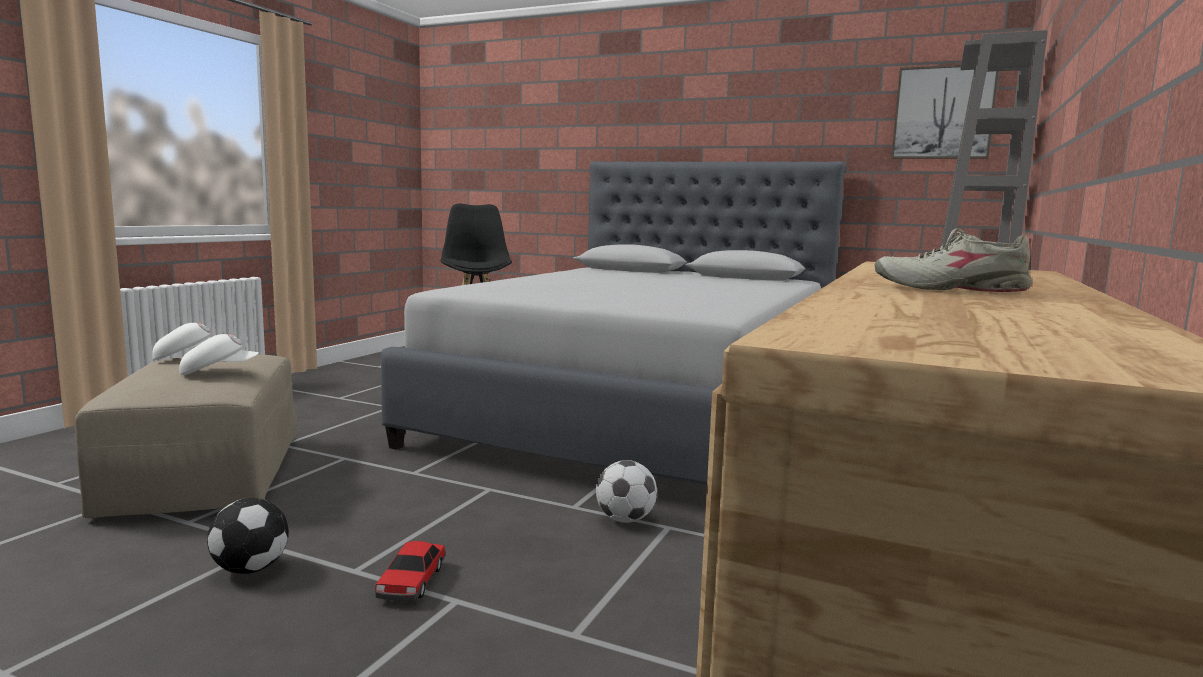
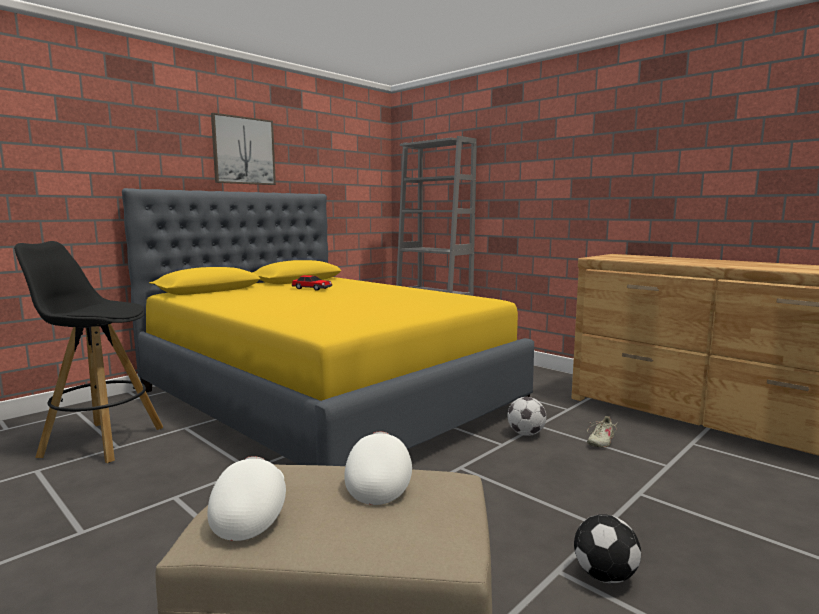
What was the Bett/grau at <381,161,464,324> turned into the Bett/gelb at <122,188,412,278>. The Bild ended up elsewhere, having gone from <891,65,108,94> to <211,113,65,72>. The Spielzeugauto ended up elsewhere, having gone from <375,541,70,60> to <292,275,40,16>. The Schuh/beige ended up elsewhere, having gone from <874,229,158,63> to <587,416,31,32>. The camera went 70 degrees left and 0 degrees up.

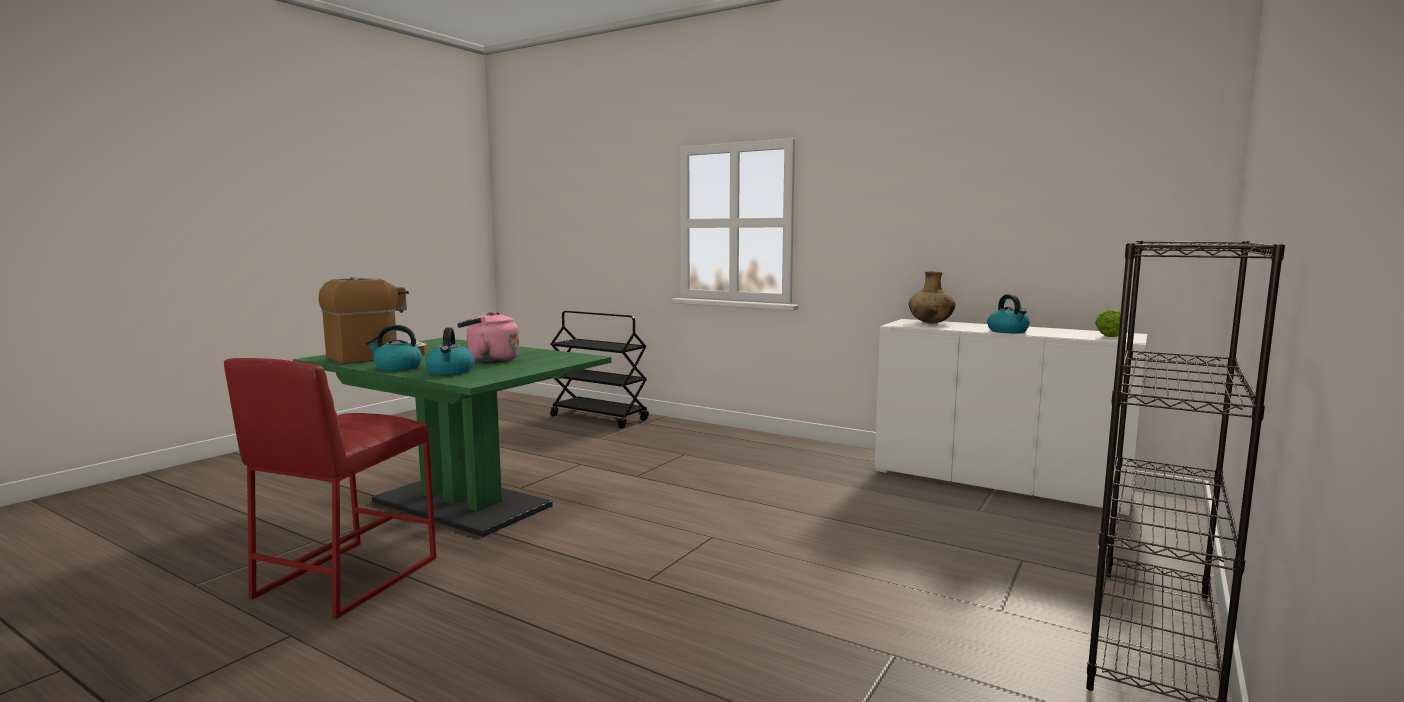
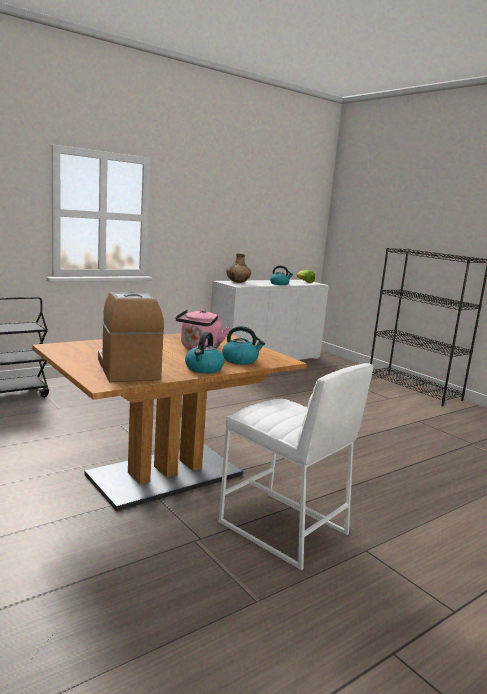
What was the Esstisch/grün at <293,338,319,199> turned into the Esstisch/braun at <32,331,275,180>. What was the Hocker/rot at <224,358,212,261> turned into the Hocker/weiß at <219,363,154,207>. The camera went 70 degrees left and 5 degrees up.

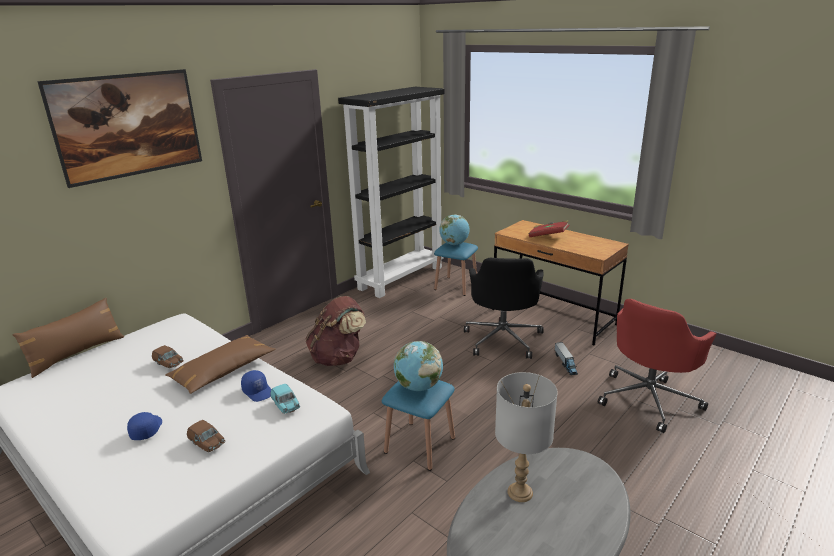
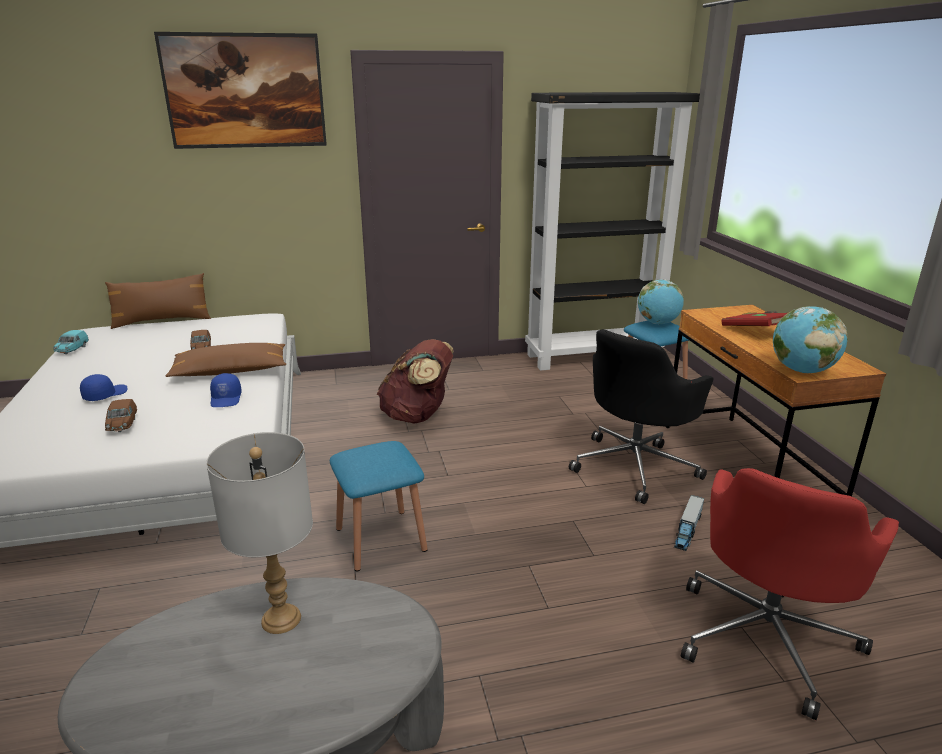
The Spielzeugauto/türkis ended up elsewhere, having gone from <270,384,30,30> to <53,330,36,24>. The Bürostuhl/rot at <598,299,118,134> ended up facing another way, 45 degrees counterclockwise from before. The Globus ended up elsewhere, having gone from <394,341,49,50> to <773,306,75,67>. The camera went 35 degrees right and 0 degrees up.

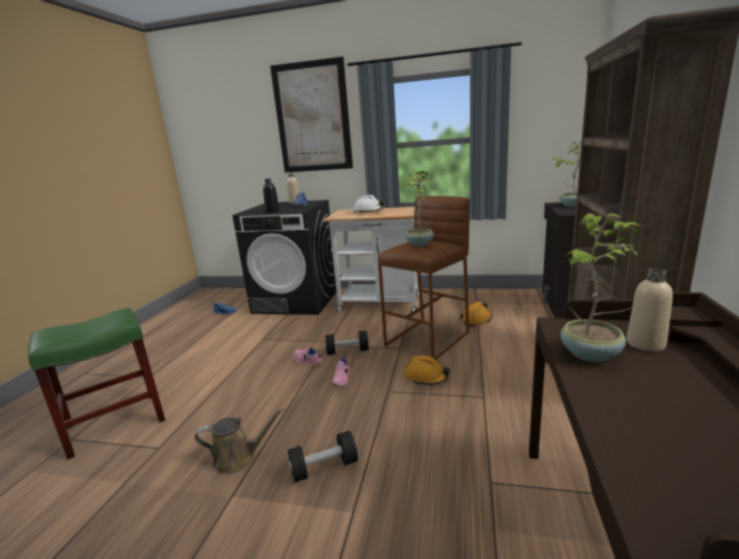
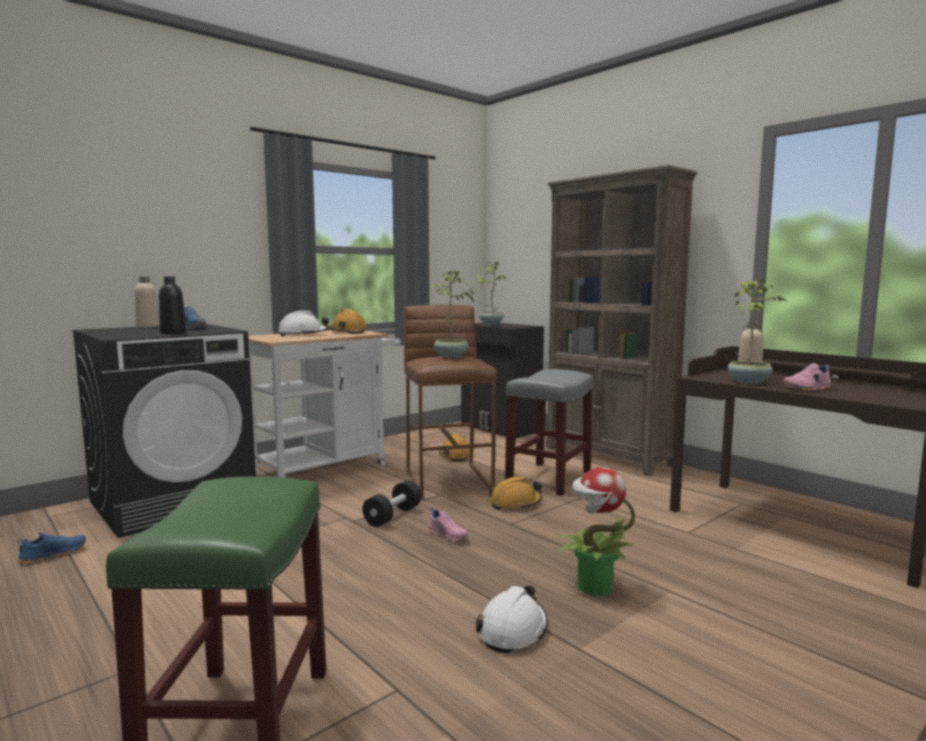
The second view gained the Schutzhelm/orange at <329,309,38,25>. Where the Gießkanne/braun stood at <195,408,89,67>, the Schutzhelm/weiß came to stand at <476,585,72,68>. The second view gained the Hocker/grau at <505,369,89,127>. Where the Hantel/schwarz stood at <288,431,70,51>, the Topfpflanze came to stand at <556,467,81,129>. The Schuh/rosa ended up elsewhere, having gone from <294,347,29,19> to <783,363,48,28>. The second view lost the Bild at <270,56,83,117>. The camera went 55 degrees left and 10 degrees down.

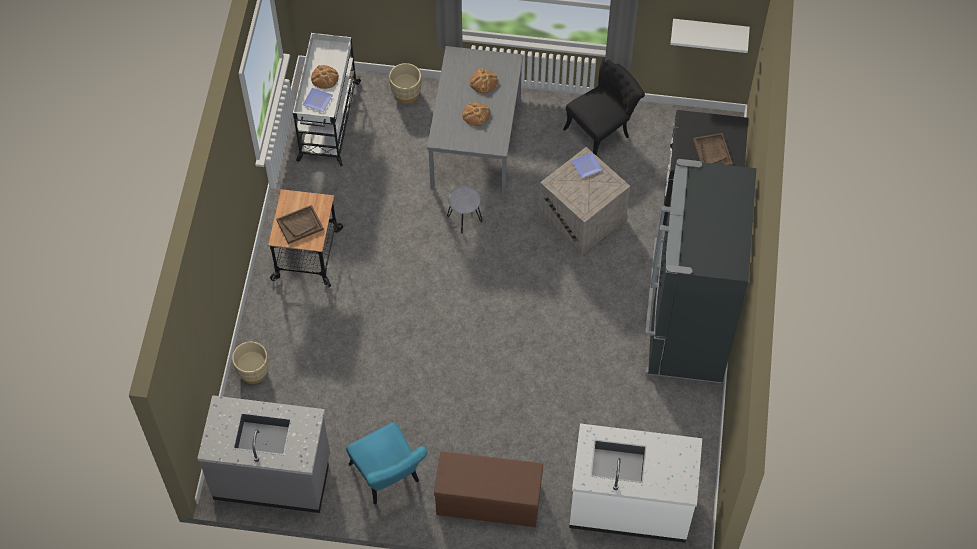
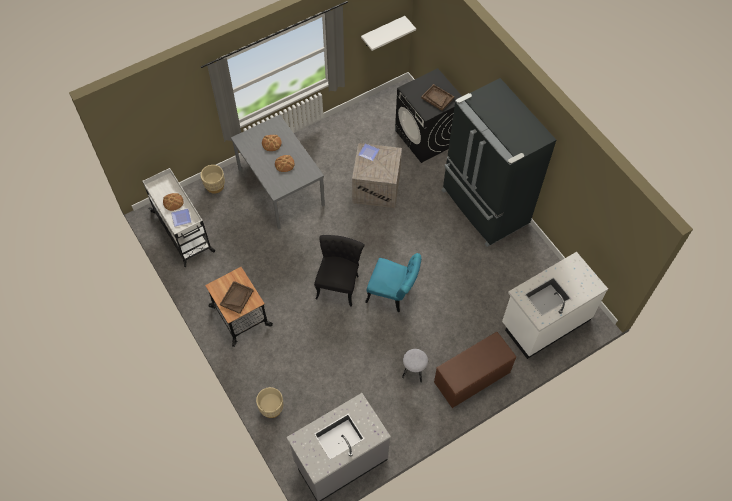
The Stuhl/schwarz ended up elsewhere, having gone from <563,57,82,99> to <314,235,50,72>. The Stuhl/türkis ended up elsewhere, having gone from <346,422,81,83> to <365,253,56,59>. The Hocker/grau ended up elsewhere, having gone from <447,186,36,48> to <402,349,26,34>. The camera went 40 degrees left and 0 degrees up.

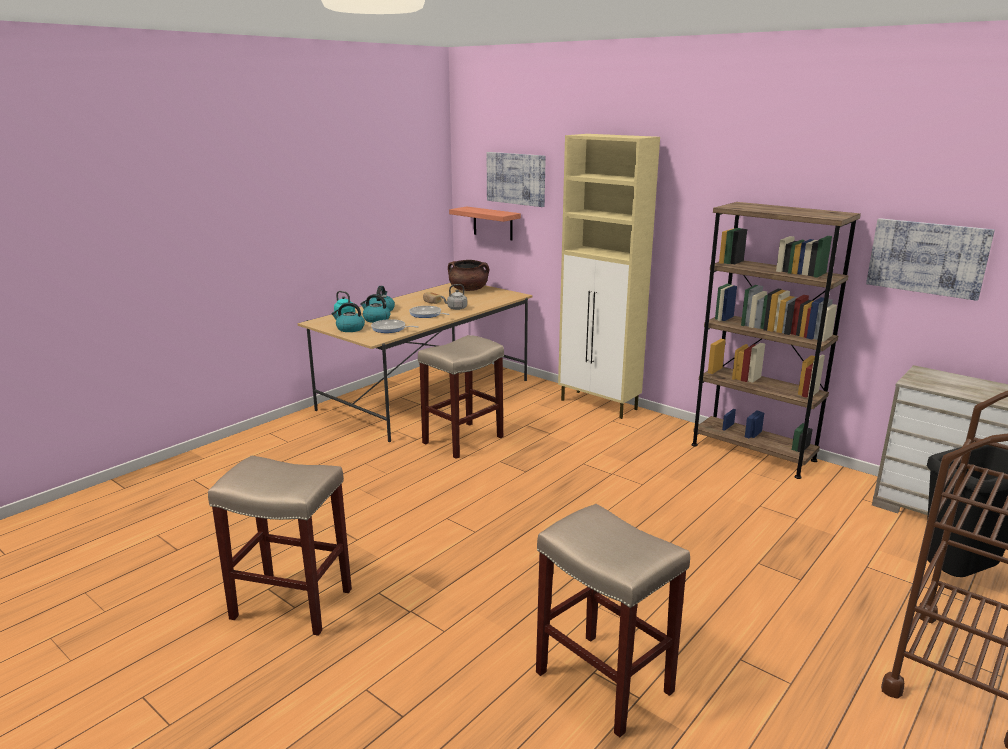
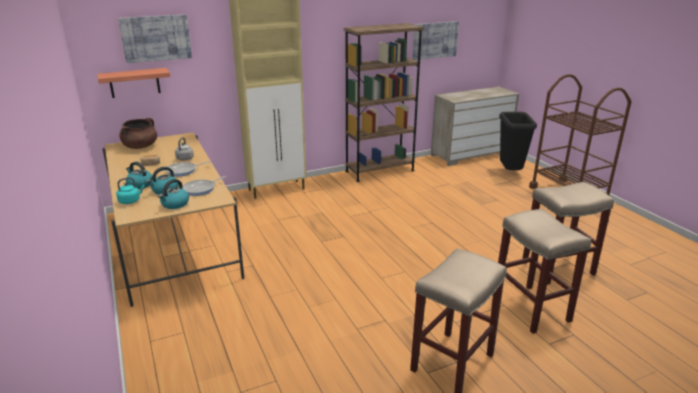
The Hocker/beige ended up elsewhere, having gone from <418,335,86,124> to <498,209,93,125>. The camera went 65 degrees left and 5 degrees up.

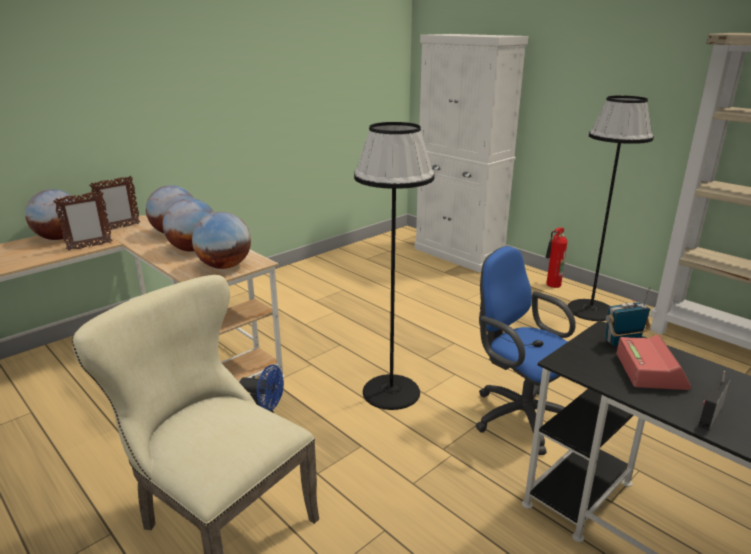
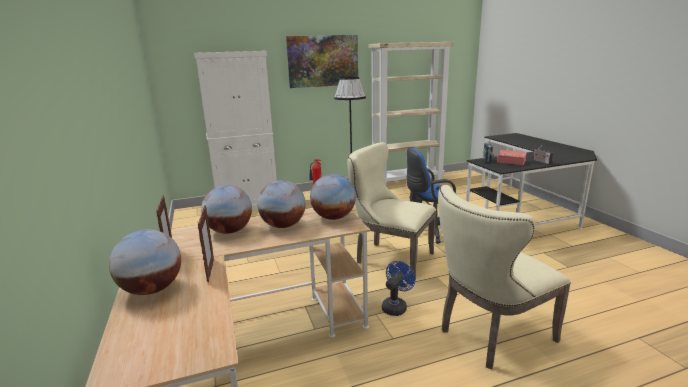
The second view gained the Bild at <286,35,72,53>. Where the Stehlampe/schwarz stood at <354,122,81,288>, the Stuhl/beige came to stand at <347,142,89,139>. The camera went 65 degrees left and 5 degrees down.

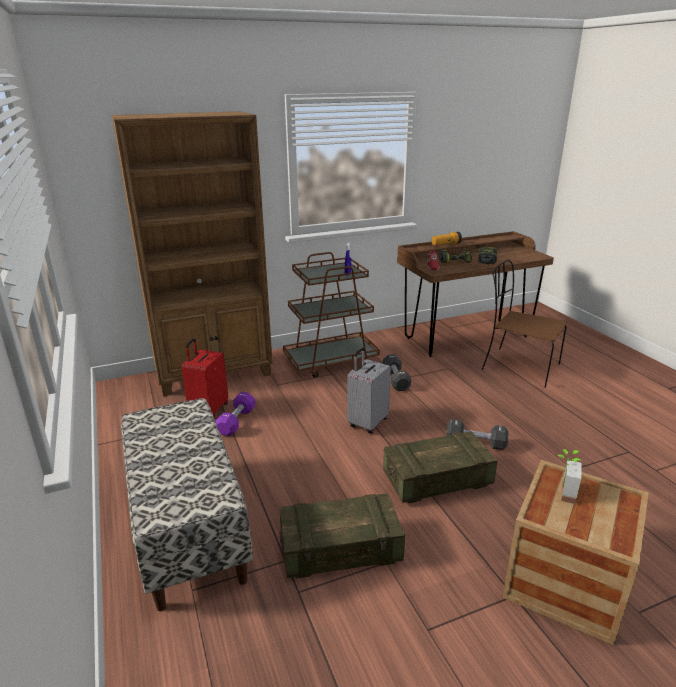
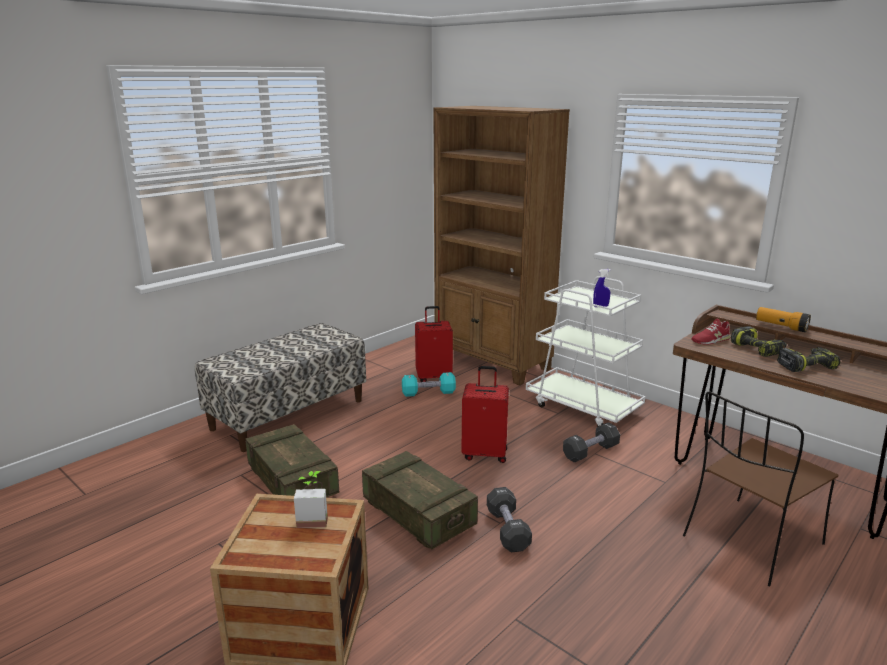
What was the Hantel/lila at <216,392,39,44> turned into the Hantel/türkis at <402,372,54,25>. What was the Koffer/grau at <347,347,44,87> turned into the Koffer/rot at <461,366,48,97>. What was the Rollwagen/braun at <283,252,97,126> turned into the Rollwagen/weiß at <526,276,120,151>. The Stuhl/braun at <482,260,85,128> ended up facing another way, 135 degrees counterclockwise from before. The camera went 65 degrees right and 5 degrees down.

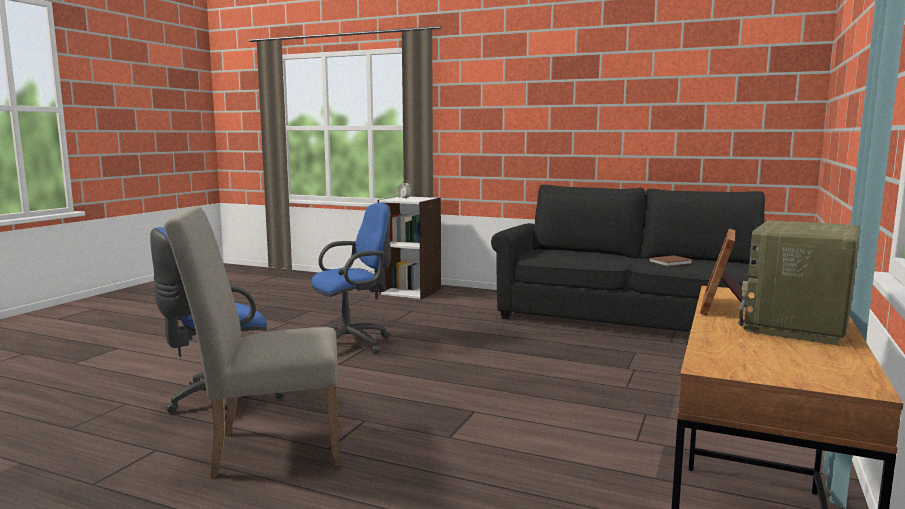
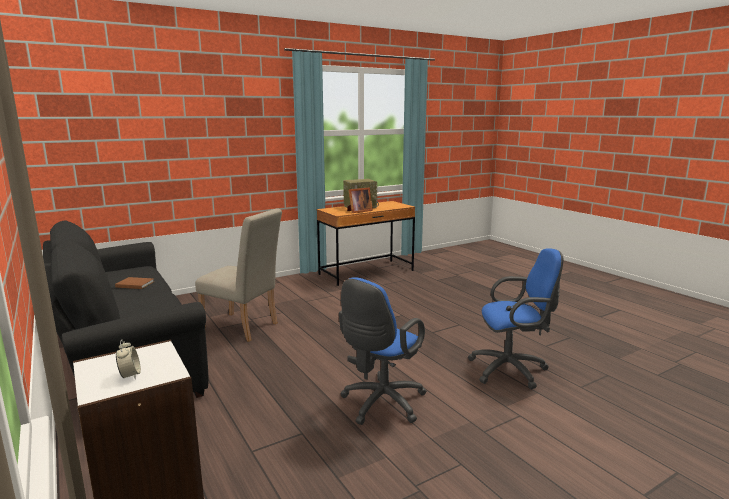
The Stuhl/beige ended up elsewhere, having gone from <163,206,177,272> to <195,208,87,134>. The Bürostuhl/blau at <311,203,80,151> ended up facing another way, 60 degrees counterclockwise from before. The camera went 145 degrees left and 5 degrees up.

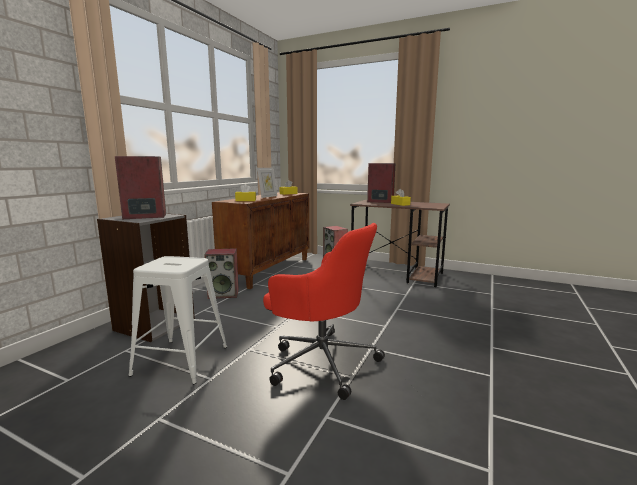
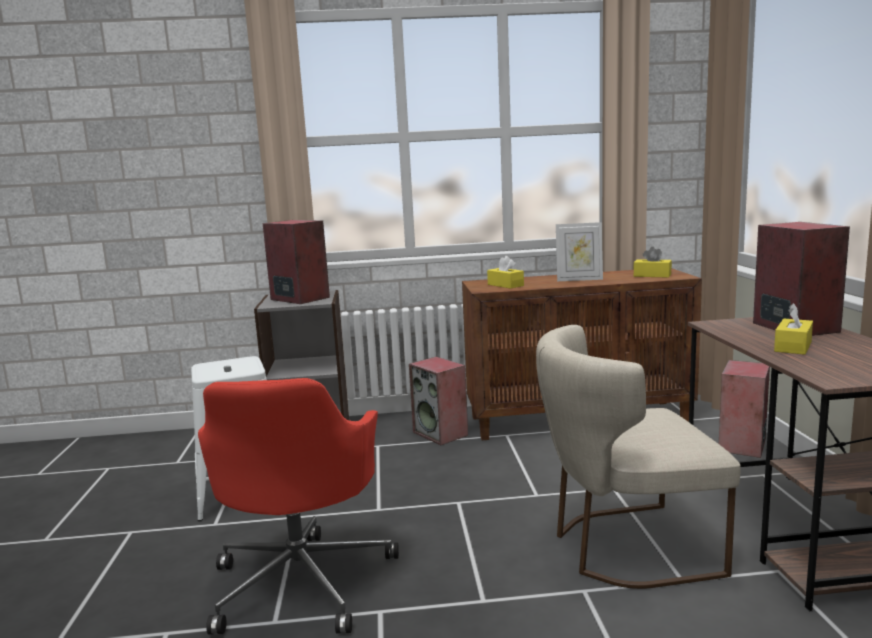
The second view gained the Stuhl/beige at <536,325,205,264>. The camera went 60 degrees right and 0 degrees up.

